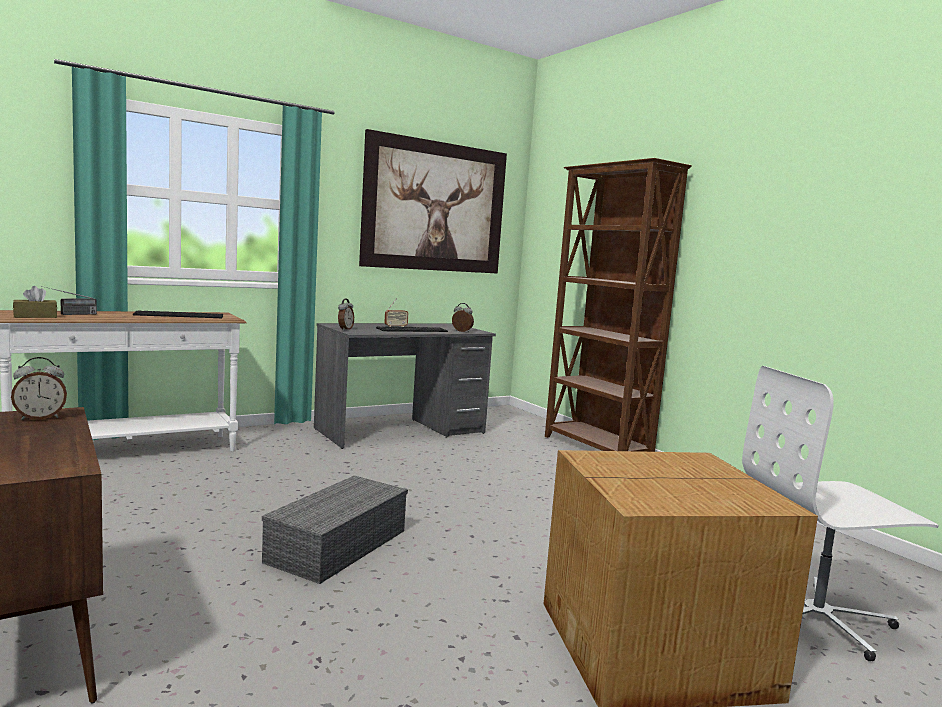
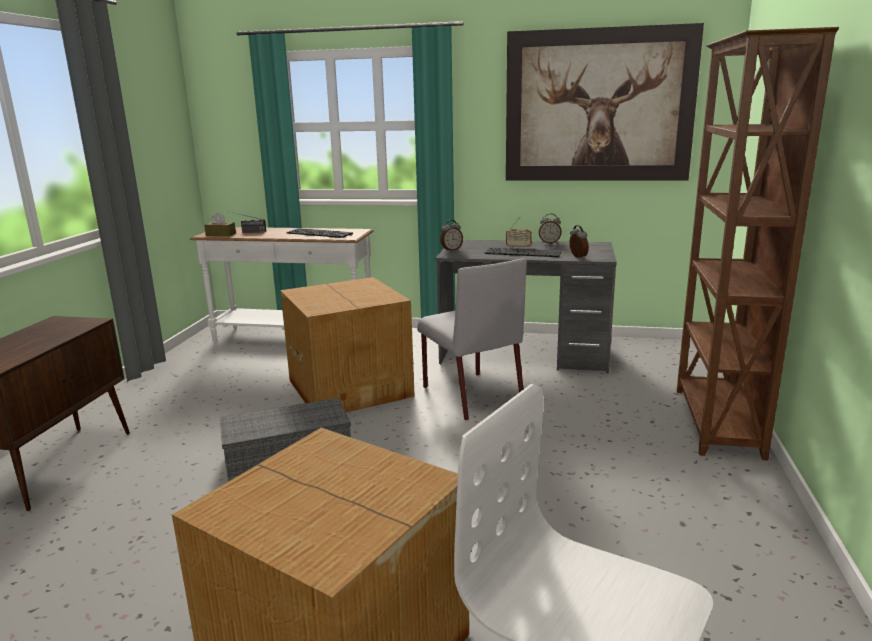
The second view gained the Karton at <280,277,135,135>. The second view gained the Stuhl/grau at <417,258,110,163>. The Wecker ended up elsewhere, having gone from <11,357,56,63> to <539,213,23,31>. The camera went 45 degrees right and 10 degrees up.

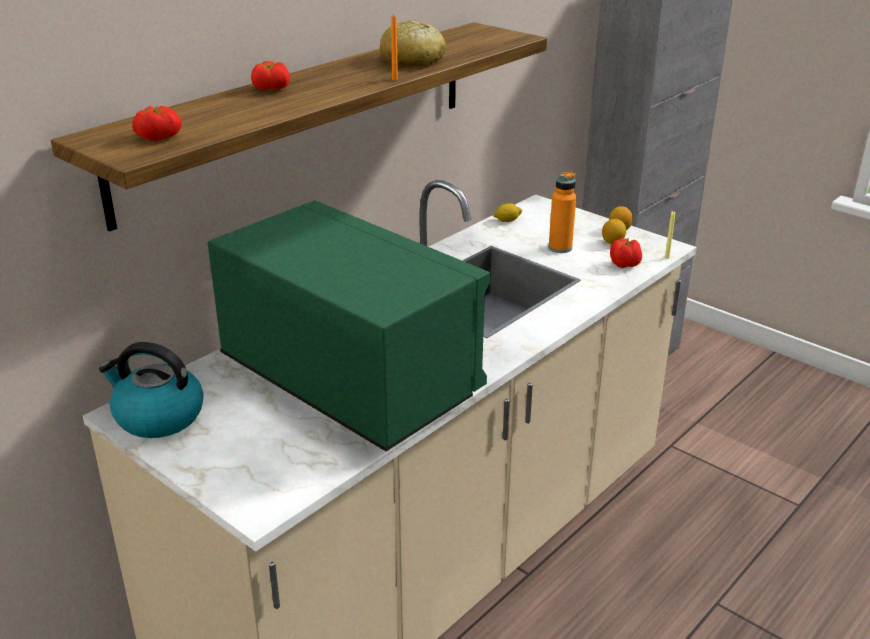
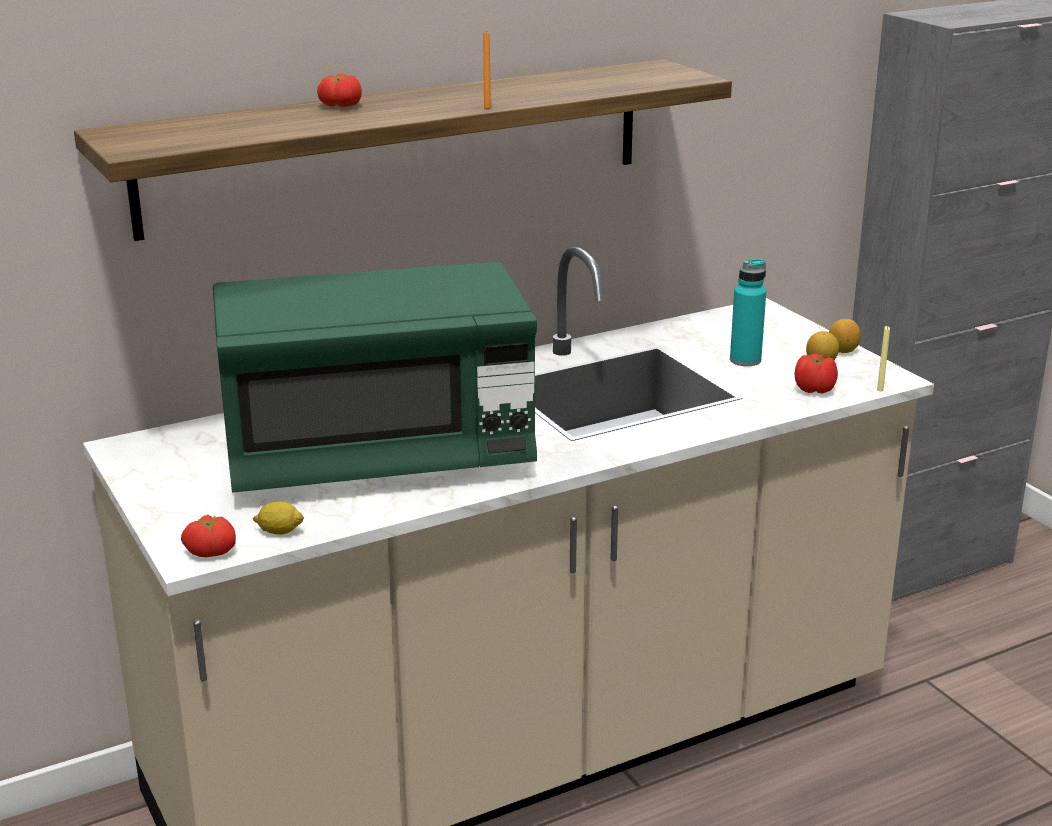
The Tomate ended up elsewhere, having gone from <132,106,50,35> to <181,515,55,42>. The Mikrowelle/grün at <208,200,283,251> ended up facing another way, 105 degrees clockwise from before. The Zitrone ended up elsewhere, having gone from <493,203,29,19> to <253,501,51,33>. What was the Flasche/orange at <549,171,27,82> turned into the Flasche/türkis at <730,259,36,107>. The second view lost the Wasserkessel at <99,342,105,96>. The second view lost the Brot at <380,20,66,46>. The camera went 20 degrees right and 5 degrees down.

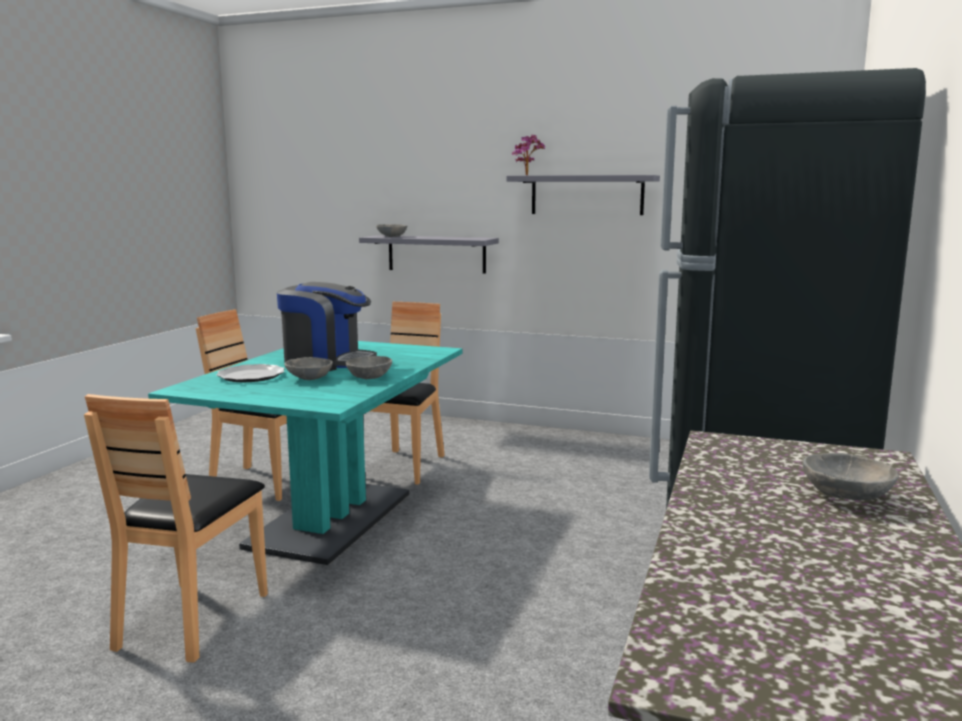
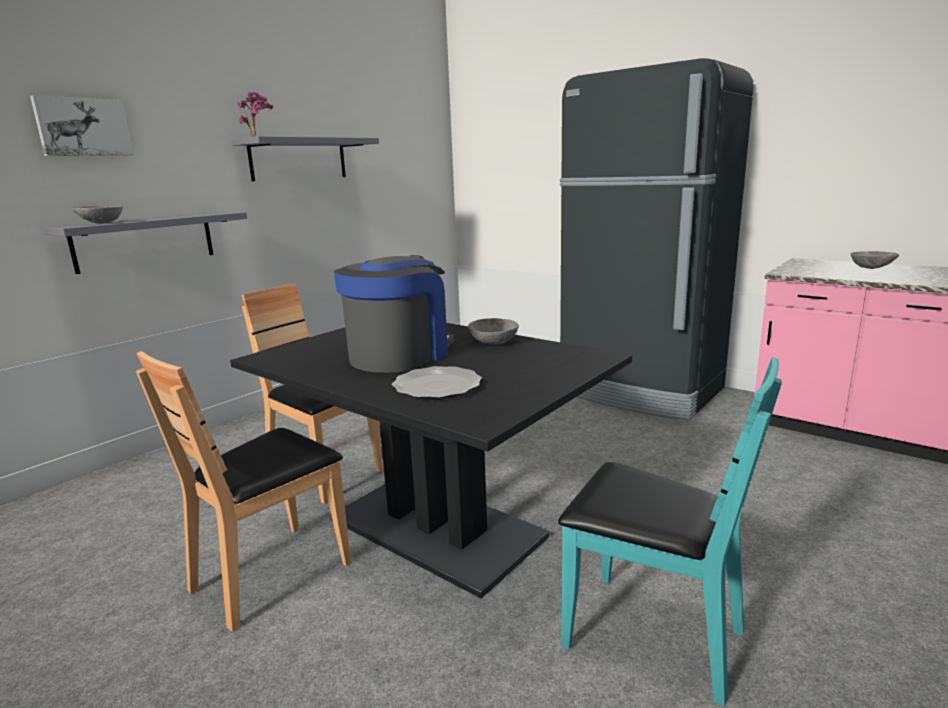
The second view gained the Bild at <30,95,103,61>. What was the Esstisch/türkis at <148,341,314,224> turned into the Esstisch/schwarz at <230,323,402,275>. What was the Stuhl/braun at <84,394,184,269> turned into the Stuhl/türkis at <558,357,224,350>. The second view lost the Schüssel/grau at <284,357,49,23>. The camera went 70 degrees left and 5 degrees up.

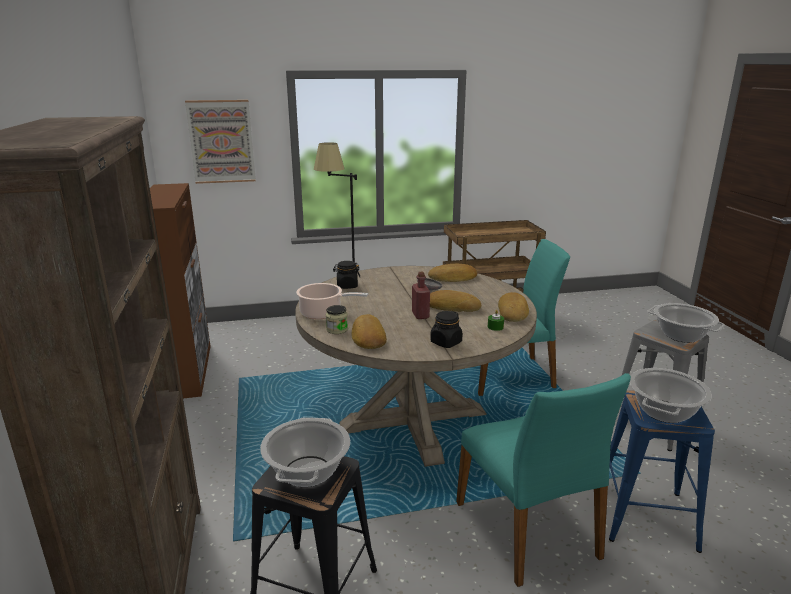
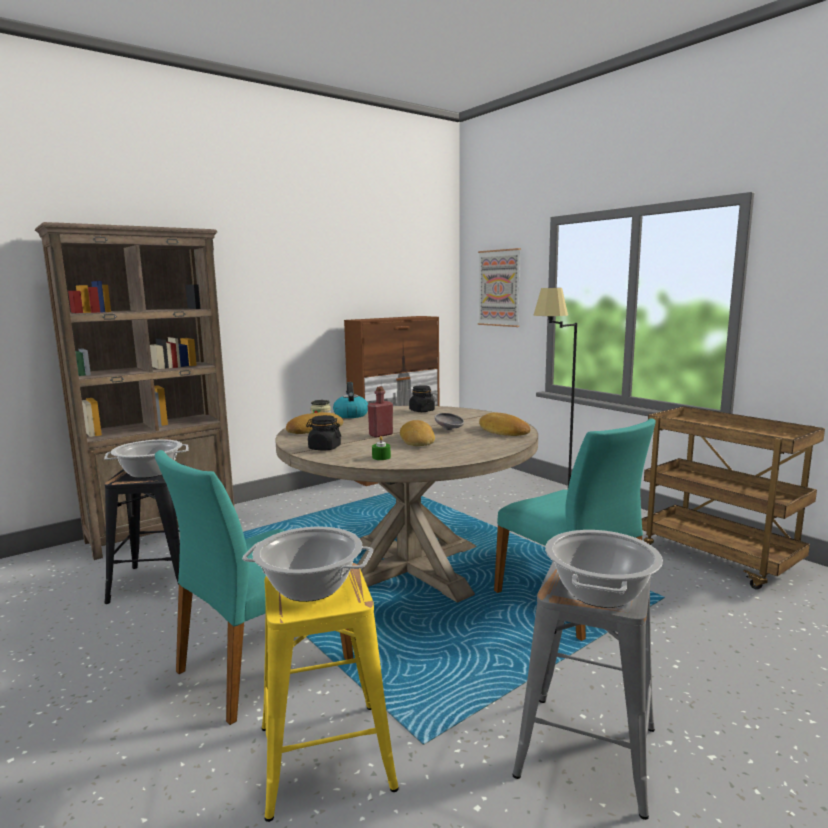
What was the Hocker/blau at <609,391,106,162> turned into the Hocker/gelb at <262,563,137,259>. Where the Kochtopf stood at <296,283,72,36>, the Wasserkessel came to stand at <333,382,35,36>. The second view lost the Brot at <498,292,31,30>. The camera went 65 degrees right and 10 degrees down.

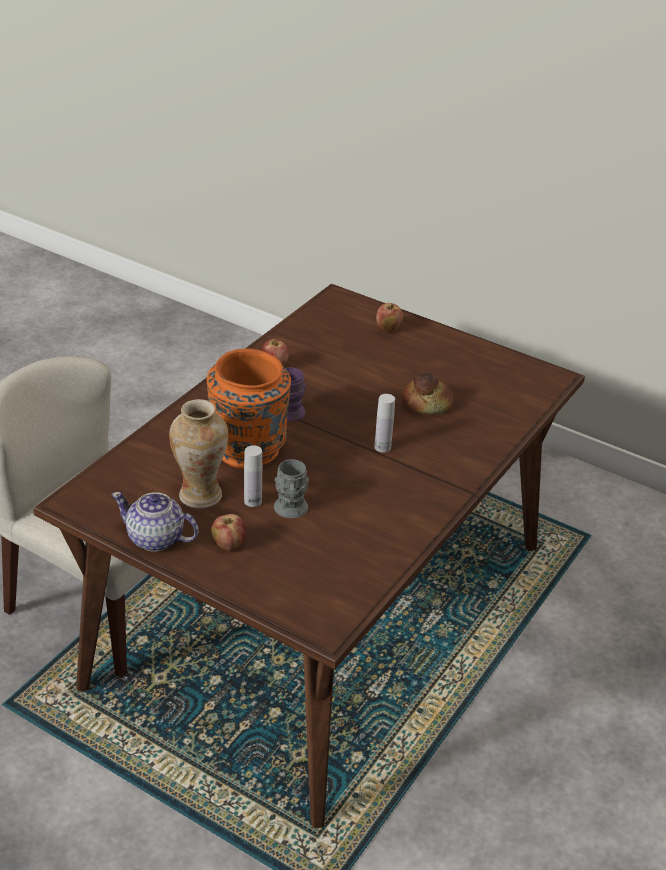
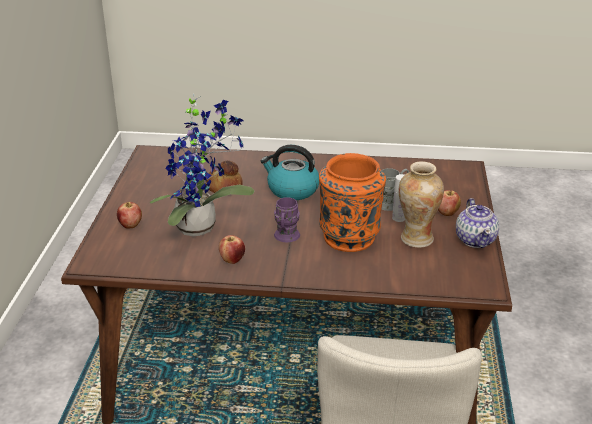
The second view gained the Topfpflanze at <150,93,104,144>. Where the Flasche/weiß stood at <374,394,21,59>, the Wasserkessel came to stand at <261,145,58,55>. The camera went 115 degrees left and 5 degrees down.

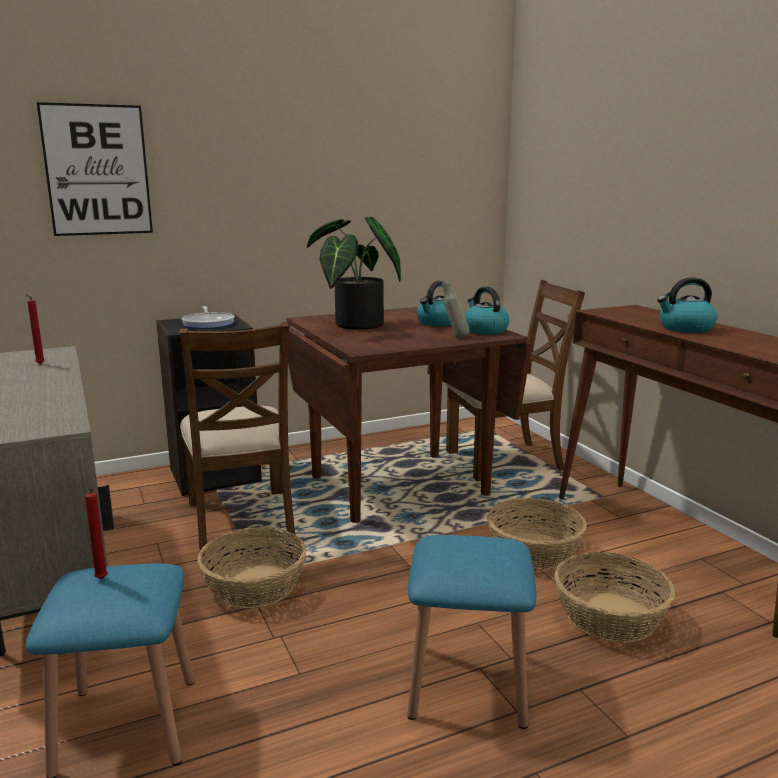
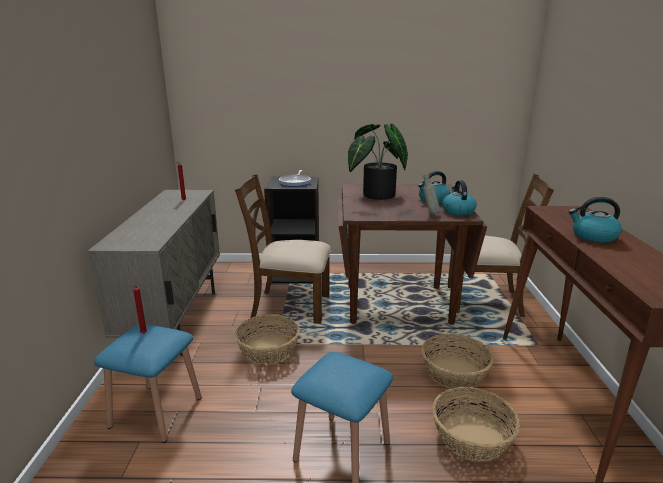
The Stuhl/braun at <180,322,115,230> ended up facing another way, 90 degrees clockwise from before. The second view lost the Bild at <37,102,116,134>. The camera went 25 degrees right and 5 degrees up.

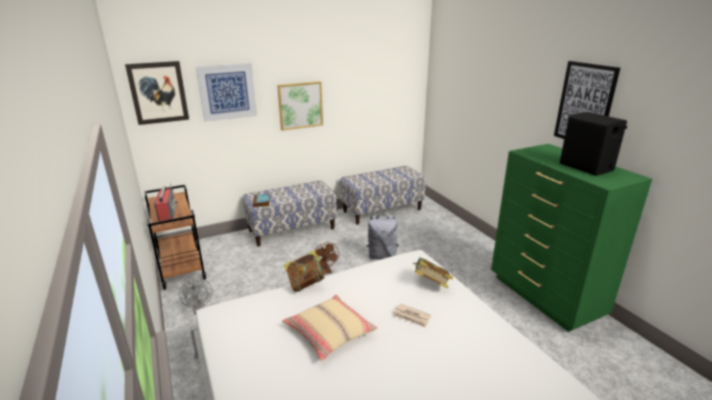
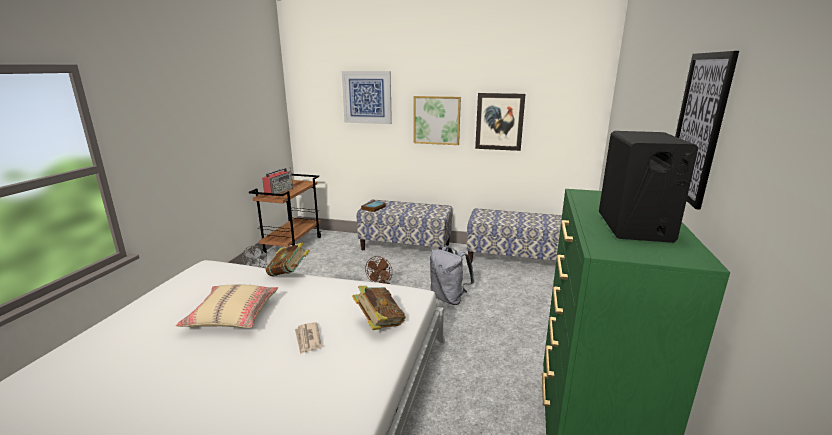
The Bild ended up elsewhere, having gone from <125,61,64,64> to <475,93,50,58>. The camera went 40 degrees right and 5 degrees down.

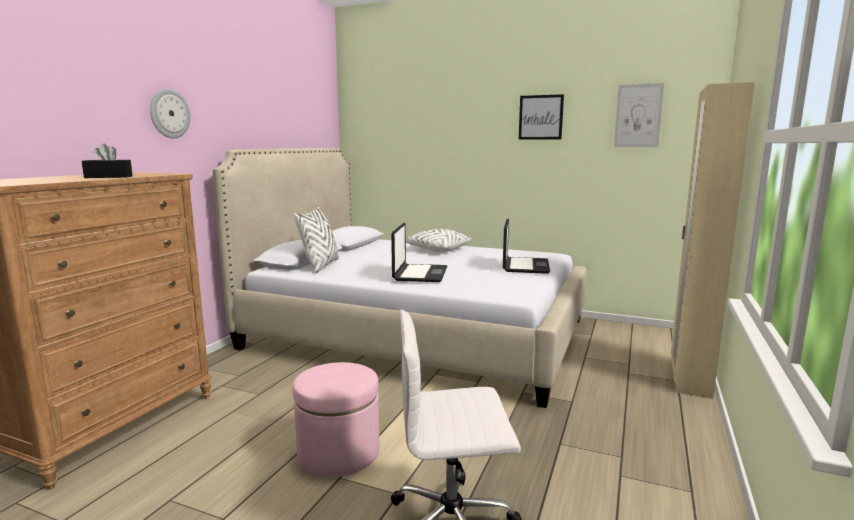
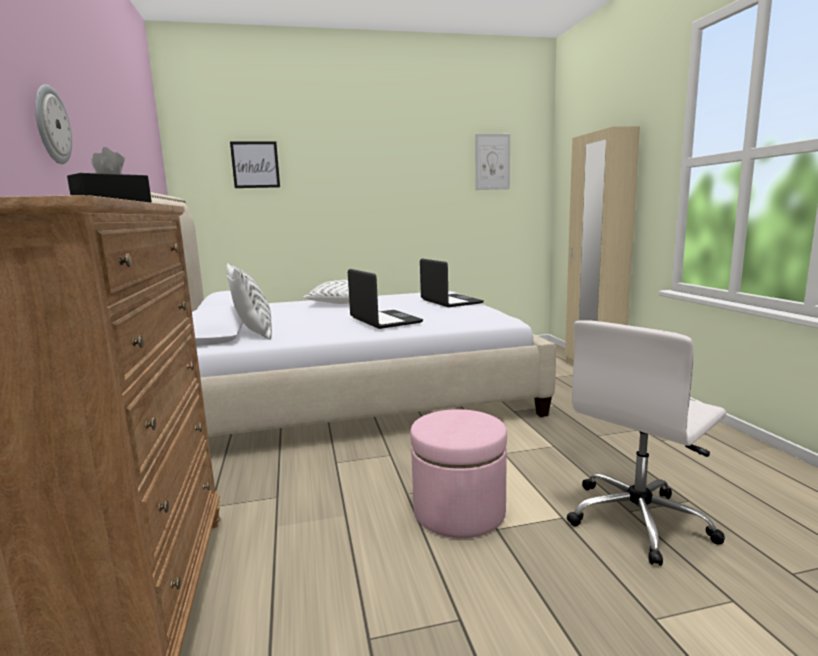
The Bild ended up elsewhere, having gone from <519,94,45,45> to <230,142,50,46>. The camera went 35 degrees left and 0 degrees up.

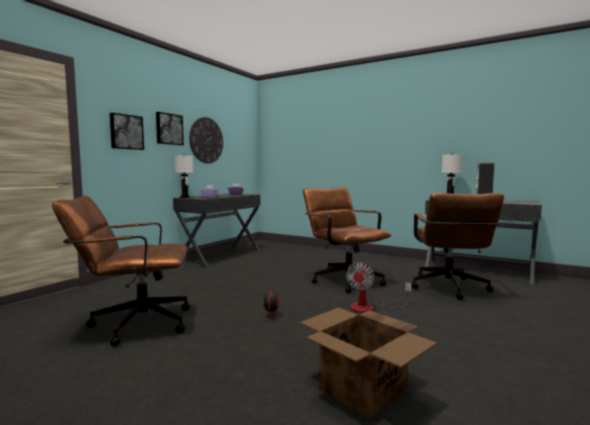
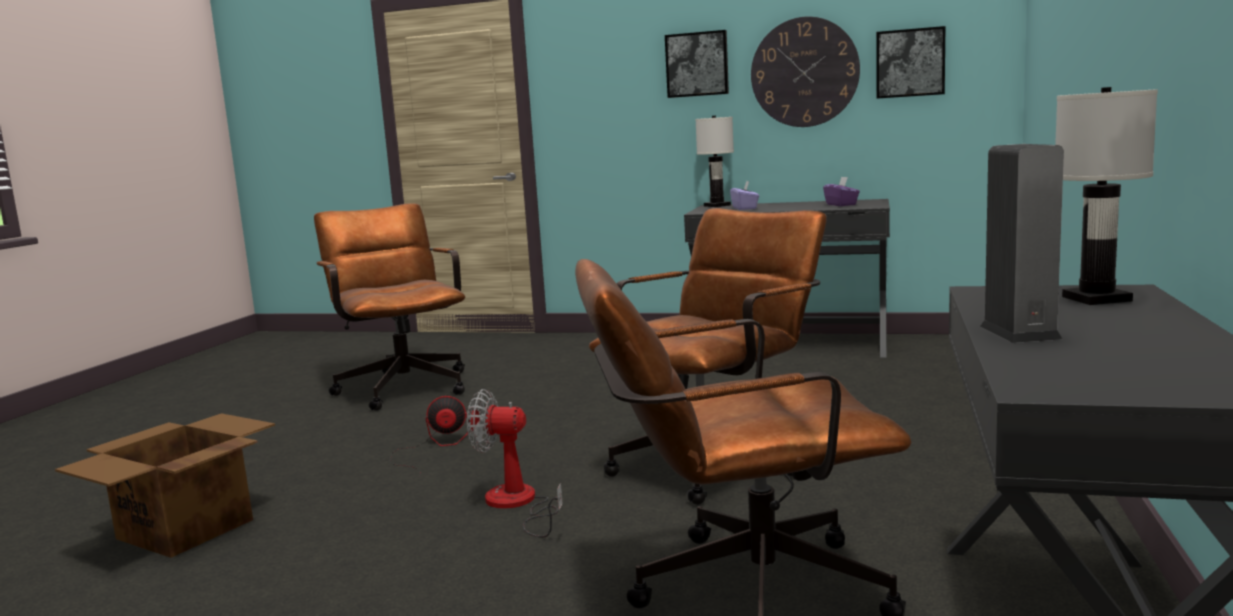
The Bild ended up elsewhere, having gone from <110,113,34,37> to <876,26,69,73>. The camera went 75 degrees right and 5 degrees up.

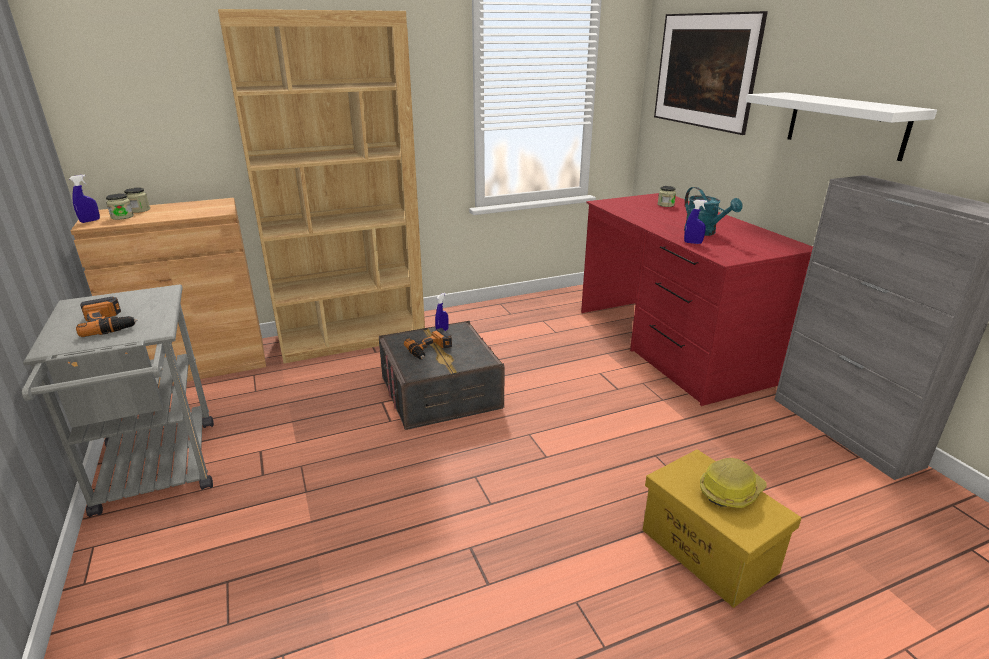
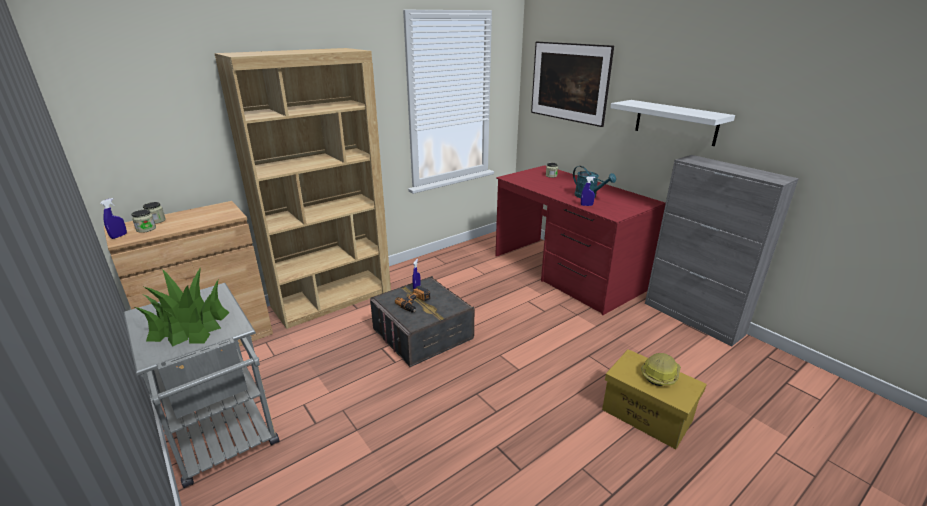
Where the Bohrmaschine stood at <76,297,62,40>, the Topfpflanze came to stand at <135,267,95,79>. The camera went 15 degrees left and 0 degrees up.

